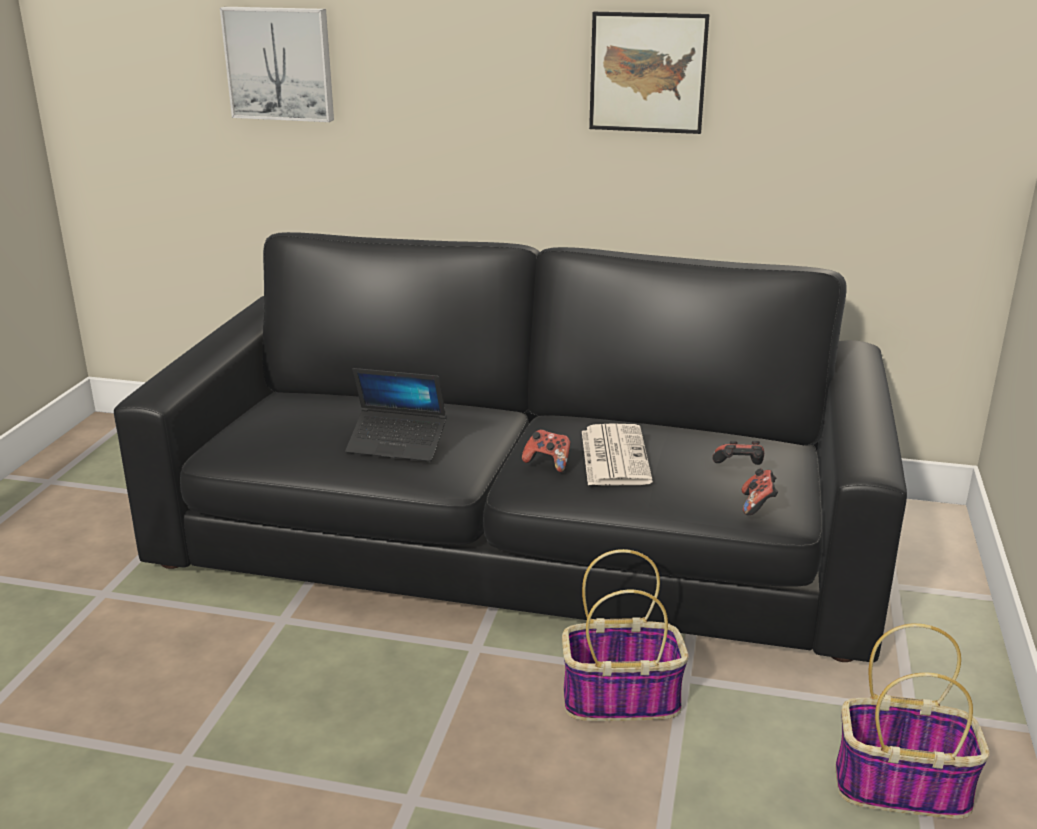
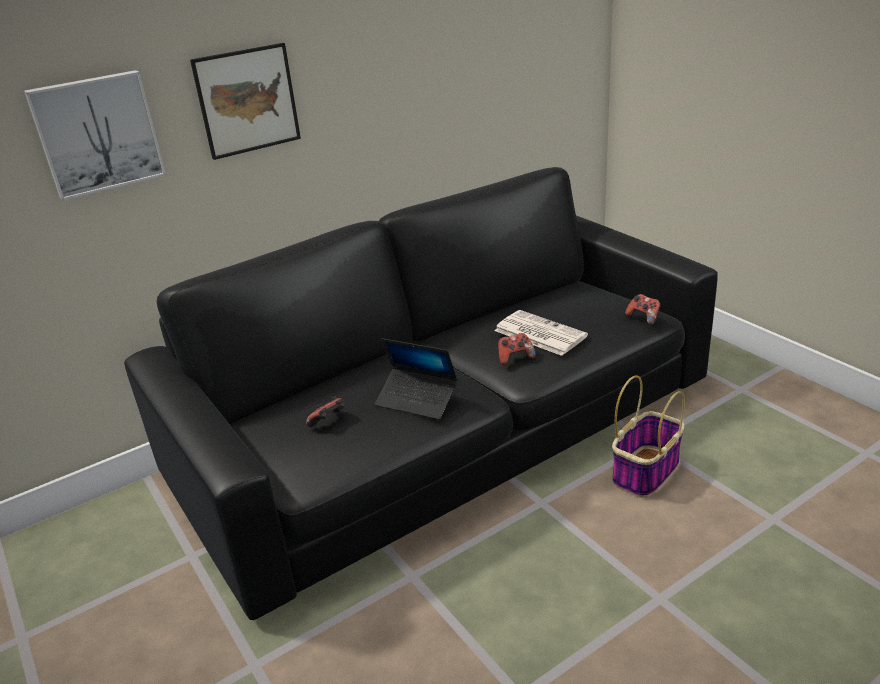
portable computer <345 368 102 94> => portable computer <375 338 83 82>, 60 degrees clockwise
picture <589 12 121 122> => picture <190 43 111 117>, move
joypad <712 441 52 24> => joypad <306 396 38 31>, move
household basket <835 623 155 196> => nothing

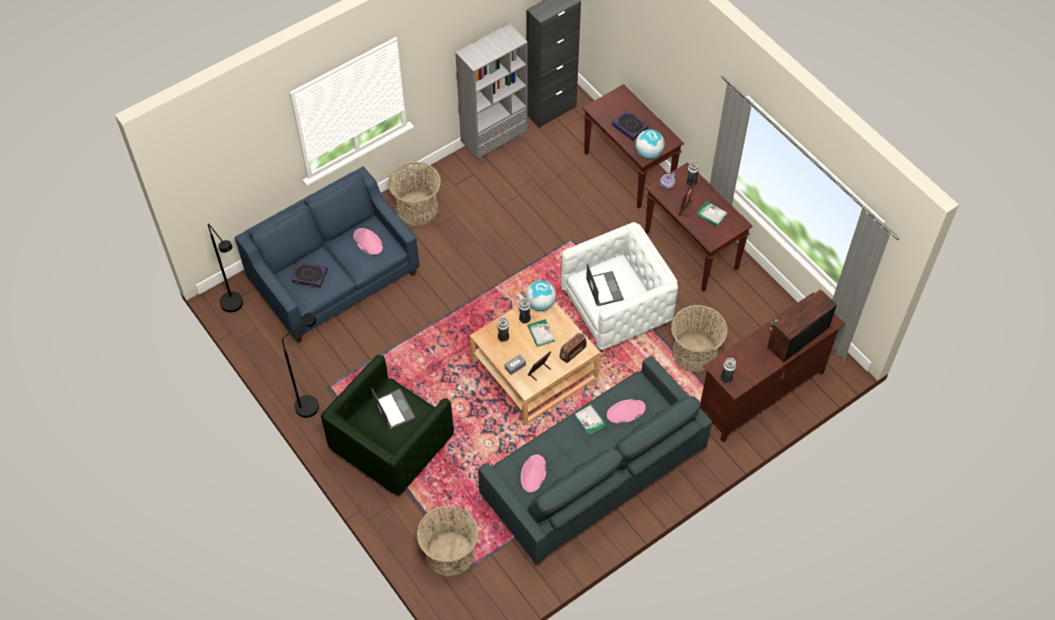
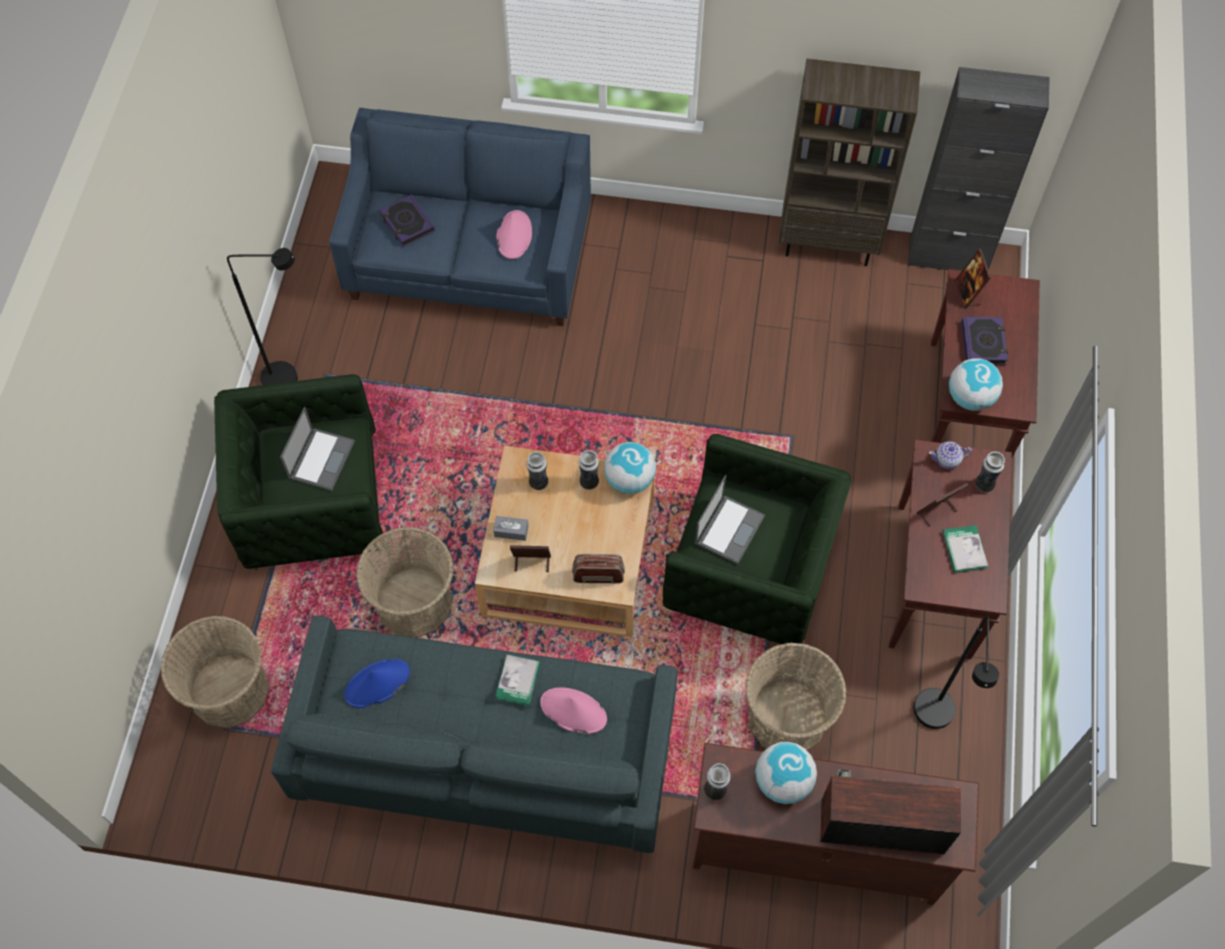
blackish standing lamp <208 224 35 89> => blackish standing lamp <913 615 86 114>, move
household basket <388 161 53 65> => household basket <356 527 98 111>, move
gray shelving unit <455 24 73 141> => brownish shelving unit <779 59 141 207>
pink-coloured clothing hat <521 455 25 37> => blue clothing hat <344 659 66 49>
volume <528 319 27 28> => nothing
white-coloured easy chair <561 222 117 131> => green easy chair <663 434 188 210>
nothing => desk globe <755 742 62 62>
nothing => picture frame <955 249 36 60>

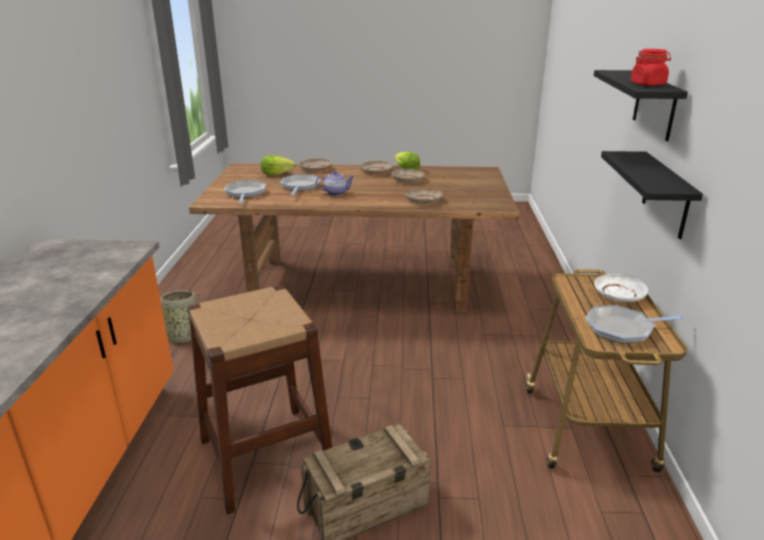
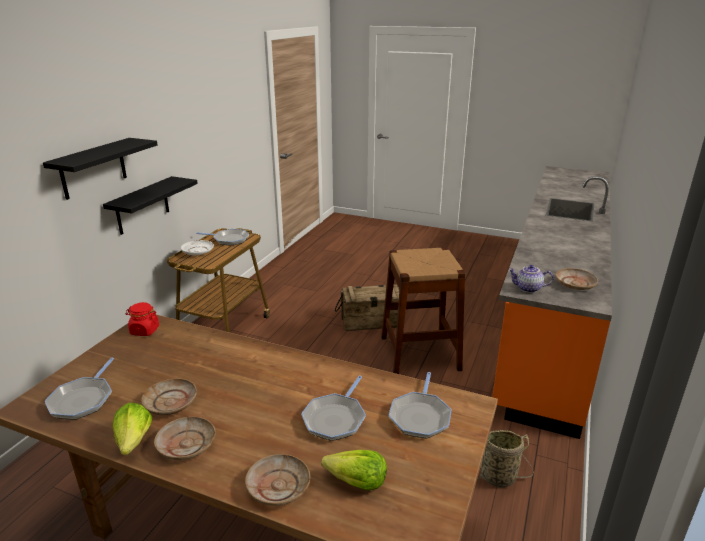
tea pot <316 171 39 25> => tea pot <508 265 45 28>, move
beige plate <406 188 37 16> => beige plate <556 268 42 22>, move
reddish jar <631 49 40 37> => reddish jar <125 302 34 34>, move
nothing => skillet <45 358 69 62>

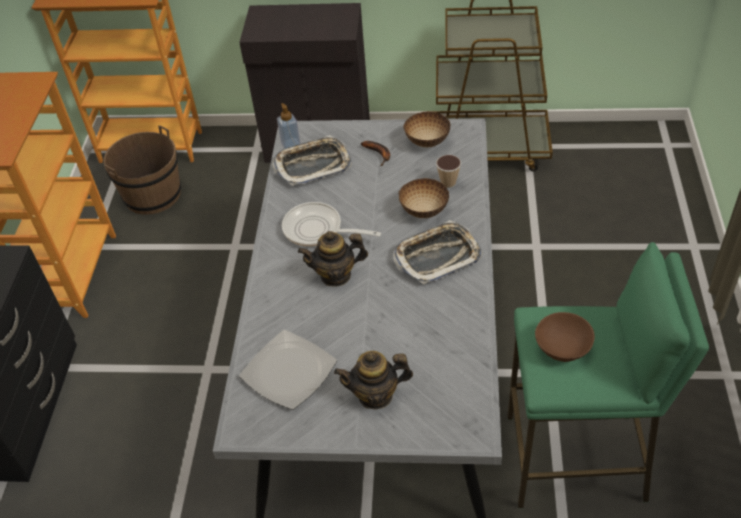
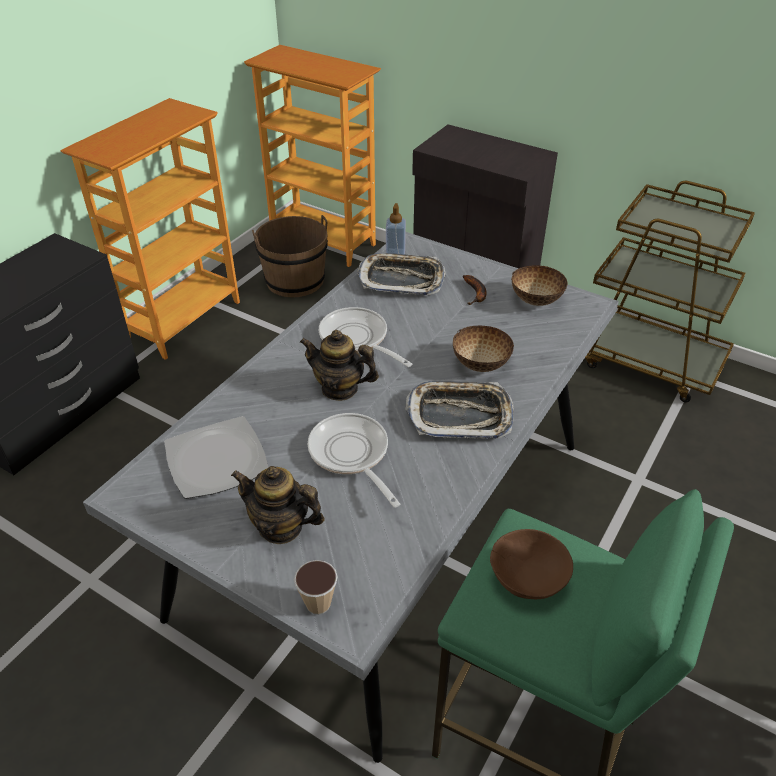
drinking cup <436 155 25 33> => drinking cup <294 560 44 55>, move
nothing => skillet <308 413 92 95>

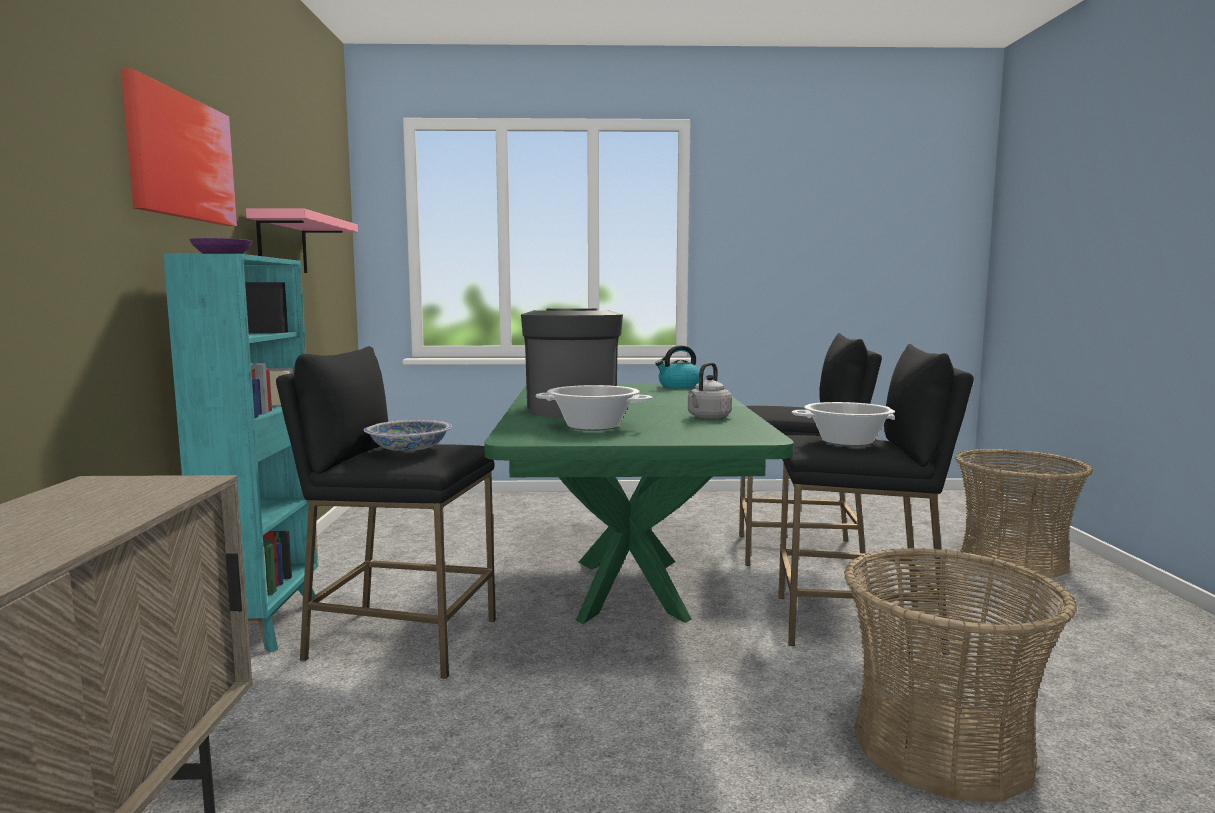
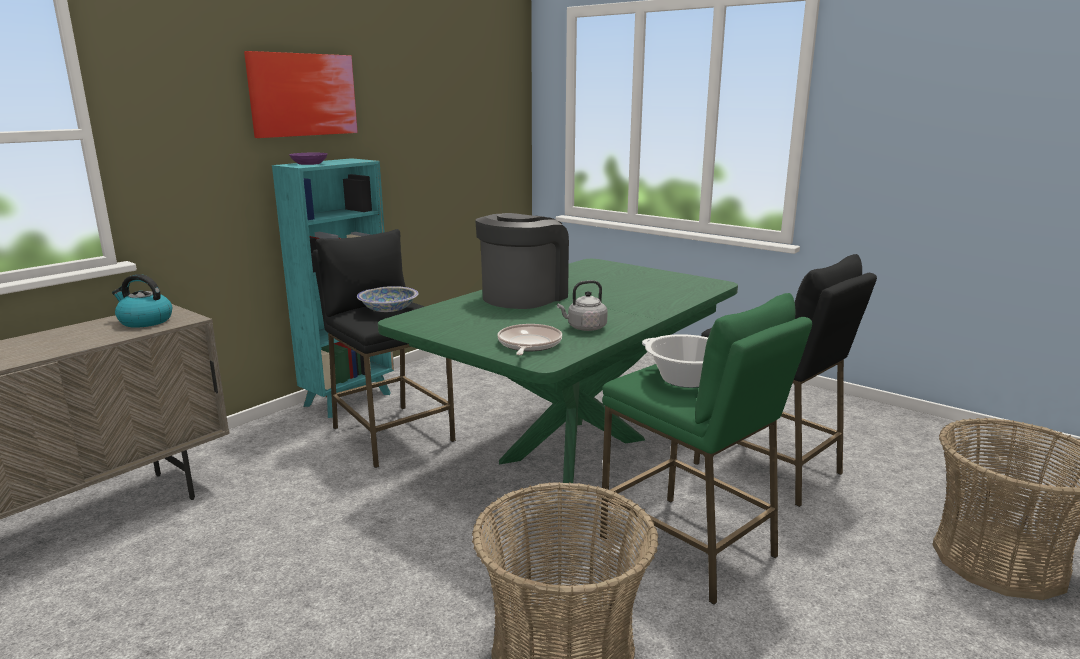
pink-coloured shelf <246 208 112 65> => nothing
cooking pot <536 385 116 46> => nothing
tea kettle <655 345 45 44> => tea kettle <112 274 60 54>, move
blackish stool seat <778 344 196 311> => green stool seat <600 293 212 311>
nothing => skillet <497 324 65 31>

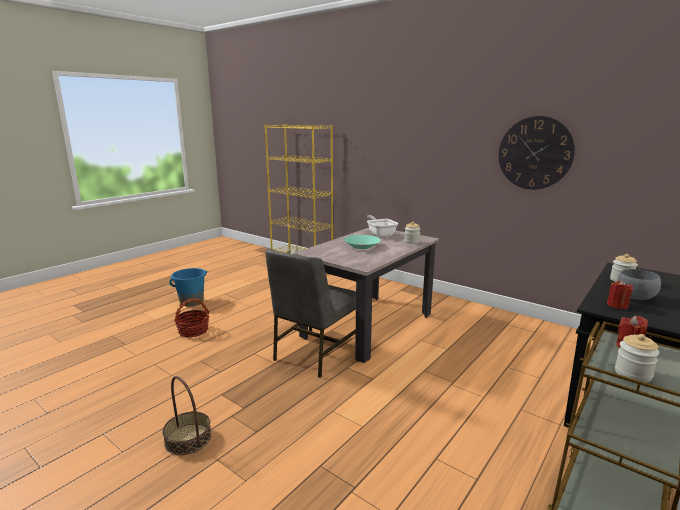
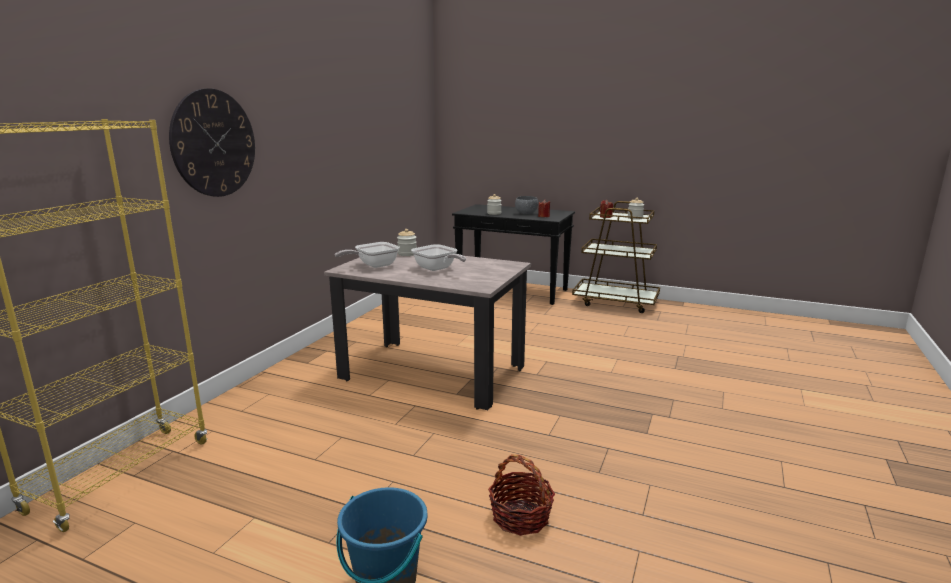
household basket <163 376 49 79> => nothing
gray upright chair <265 249 91 129> => nothing
turquoise-coloured deep dish <344 235 37 14> => skillet <411 244 55 27>
wall clock <498 116 77 74> => wall clock <169 88 86 109>, move

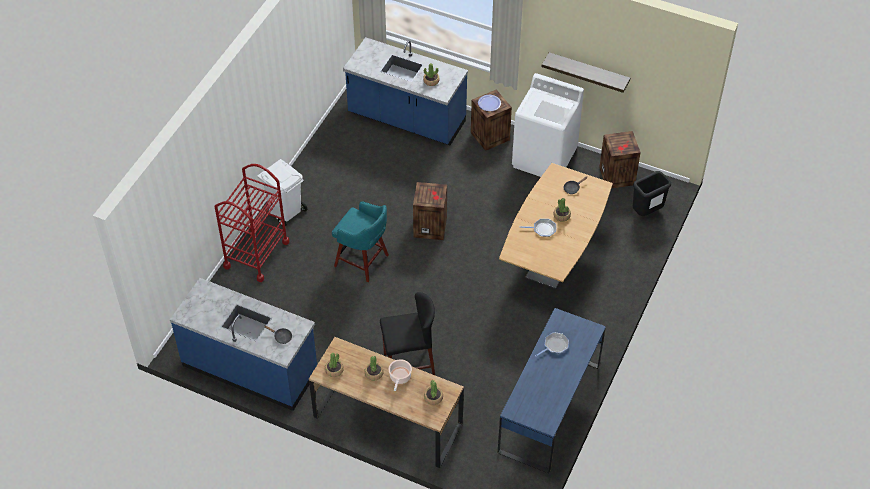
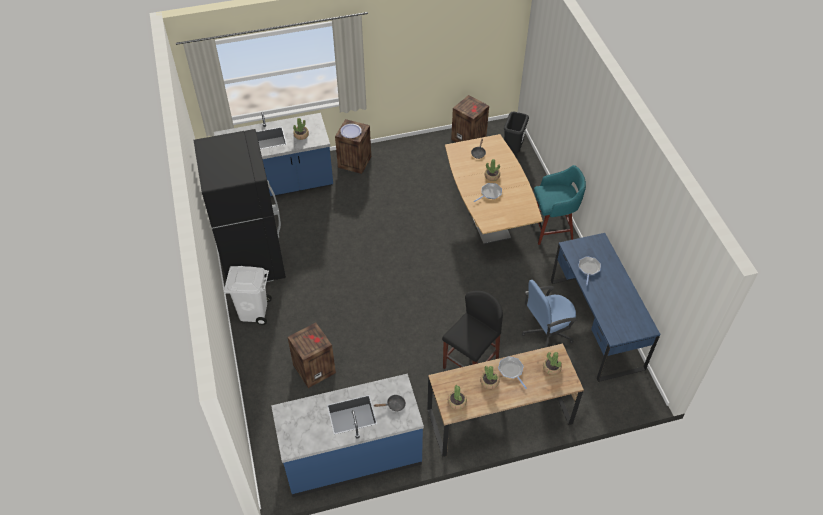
reddish trolley <215 164 74 118> => nothing
turquoise-coloured stool seat <332 201 57 81> => turquoise-coloured stool seat <534 165 52 80>, move
cooking pot <388 359 24 32> => skillet <498 356 29 33>
shipping crate <413 182 34 58> => shipping crate <288 322 48 66>, move
white-coloured laundry appliance <512 73 72 104> => nothing
shelf <542 52 88 41> => nothing
nothing => blackish refrigerator <193 129 93 153>
nothing => blue computer chair <522 280 55 67>

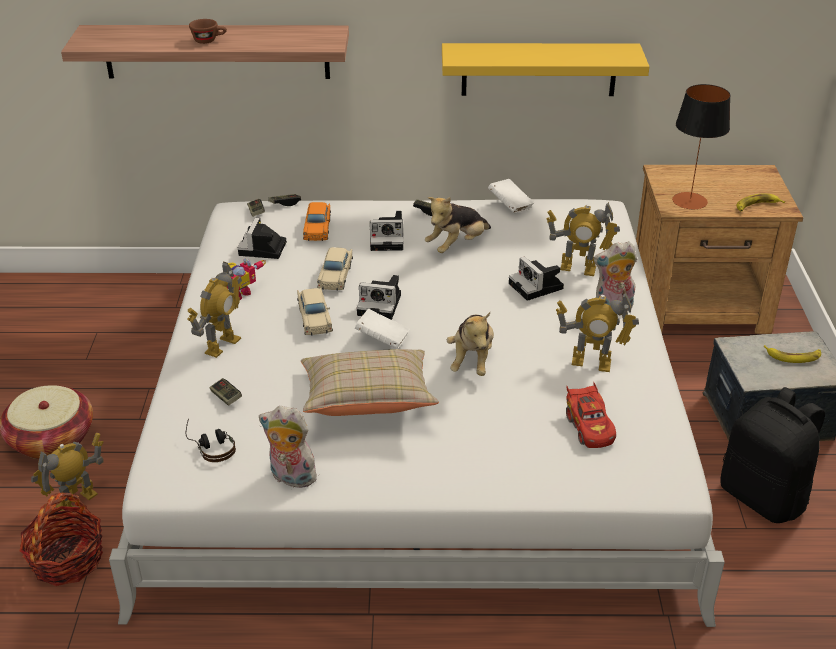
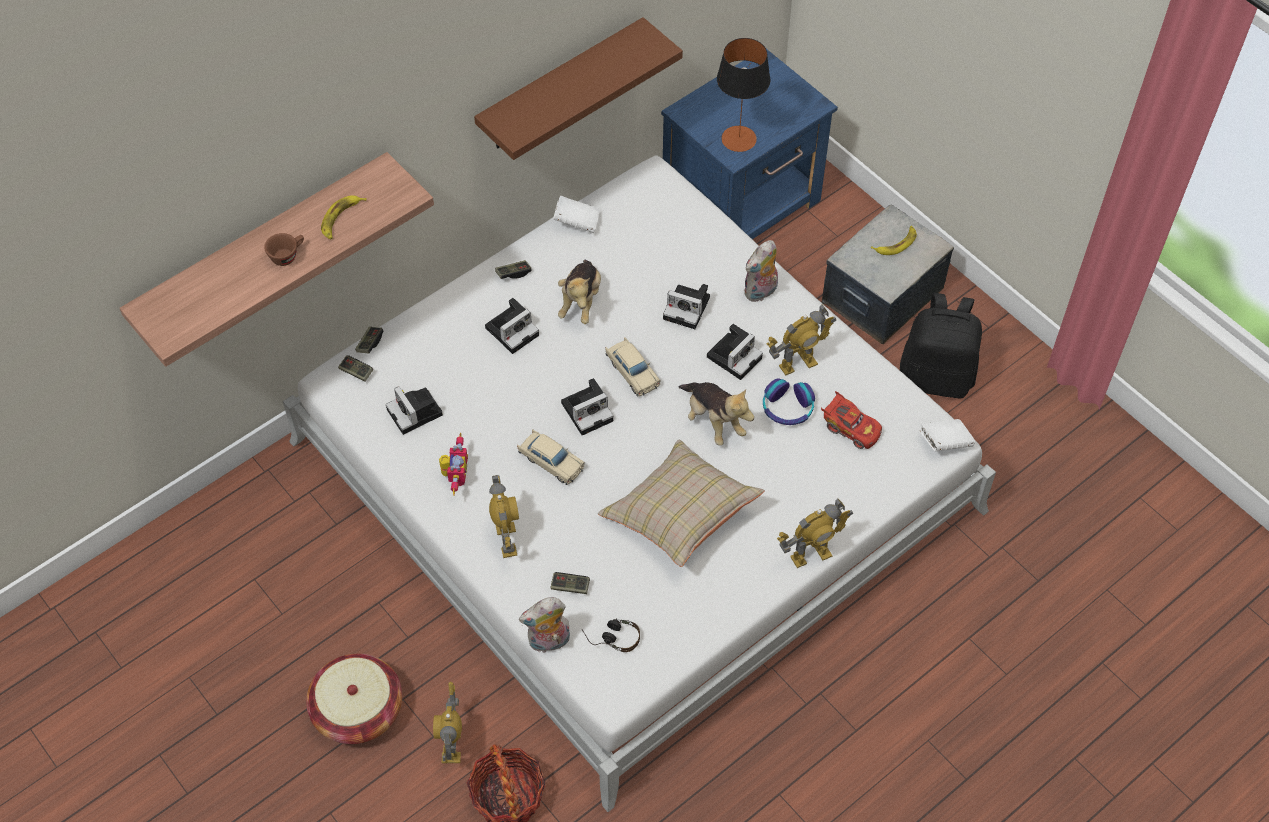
cuddly toy <259 406 60 82> => cuddly toy <519 597 51 56>, move
orange-coloured miniature car <303 202 28 39> => nothing
beige miniature car <317 247 36 44> => beige miniature car <605 337 56 60>, move
white-coloured volume <355 309 55 40> => white-coloured volume <919 419 56 32>, move
yellowish shelf <442 43 207 53> => brownish shelf <474 17 209 143>
model robot <547 202 73 74> => model robot <777 498 76 70>, move
brownish bedside table <636 165 167 169> => blue bedside table <661 49 177 190>
banana <736 194 49 17> => banana <321 195 46 45>, move
nothing => photo camera <707 324 56 56>
nothing => pair of headphones <763 378 52 47>

